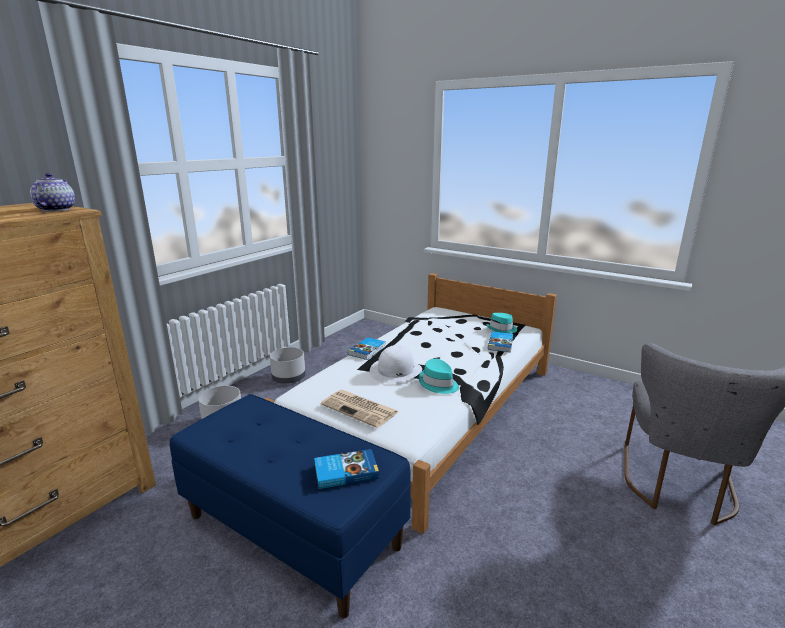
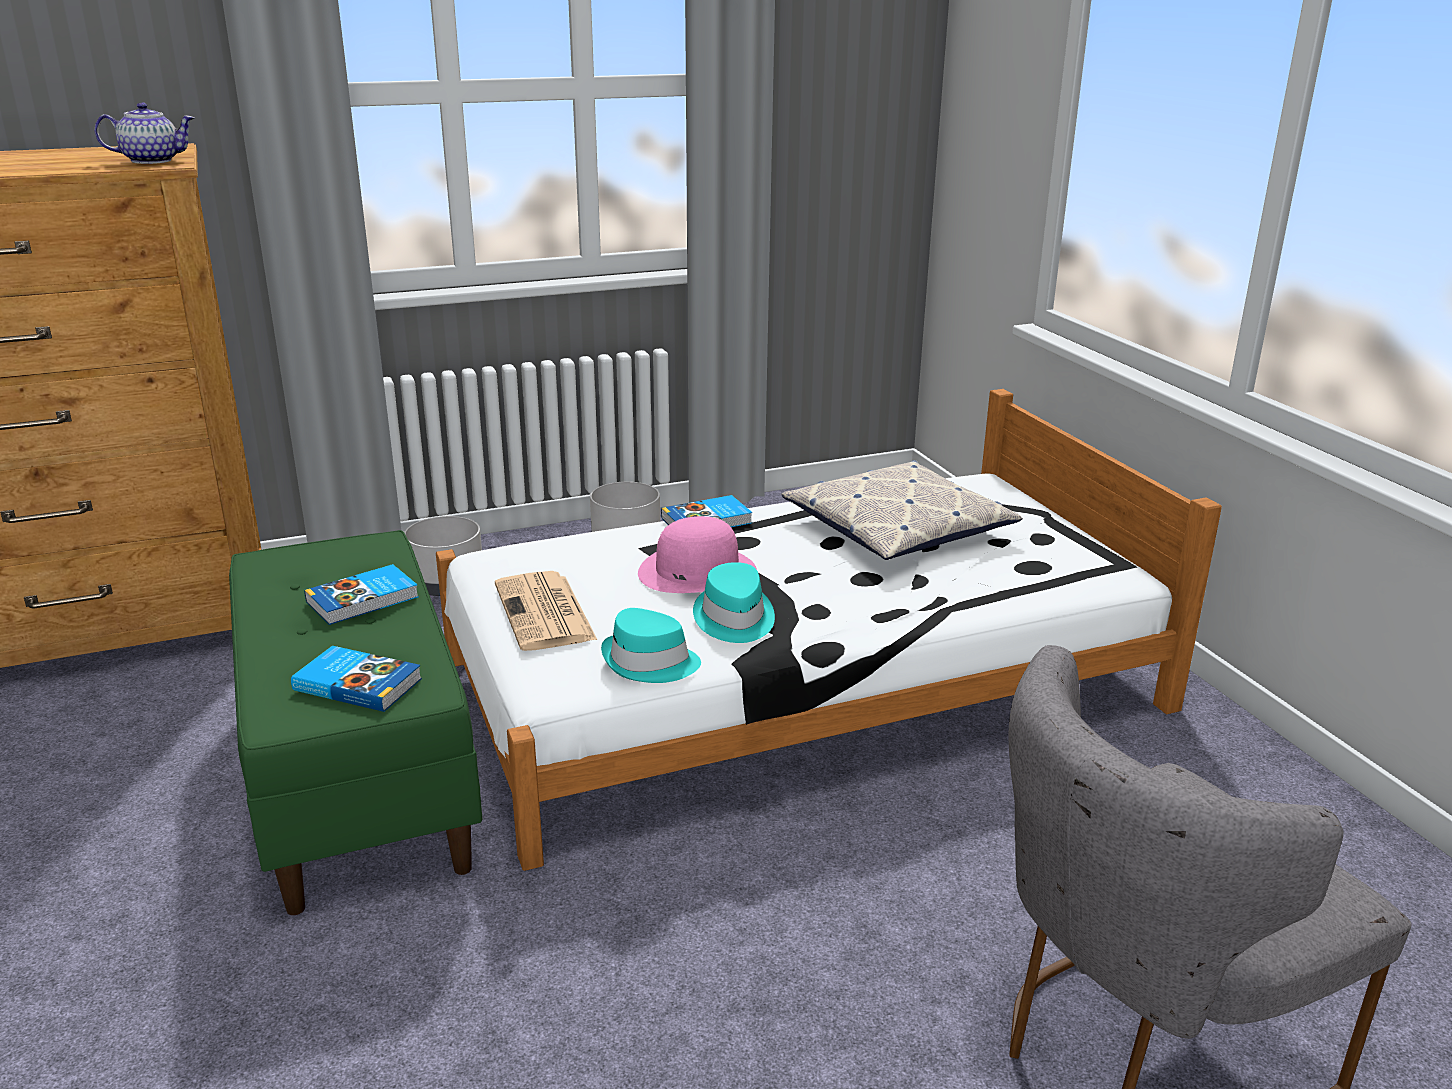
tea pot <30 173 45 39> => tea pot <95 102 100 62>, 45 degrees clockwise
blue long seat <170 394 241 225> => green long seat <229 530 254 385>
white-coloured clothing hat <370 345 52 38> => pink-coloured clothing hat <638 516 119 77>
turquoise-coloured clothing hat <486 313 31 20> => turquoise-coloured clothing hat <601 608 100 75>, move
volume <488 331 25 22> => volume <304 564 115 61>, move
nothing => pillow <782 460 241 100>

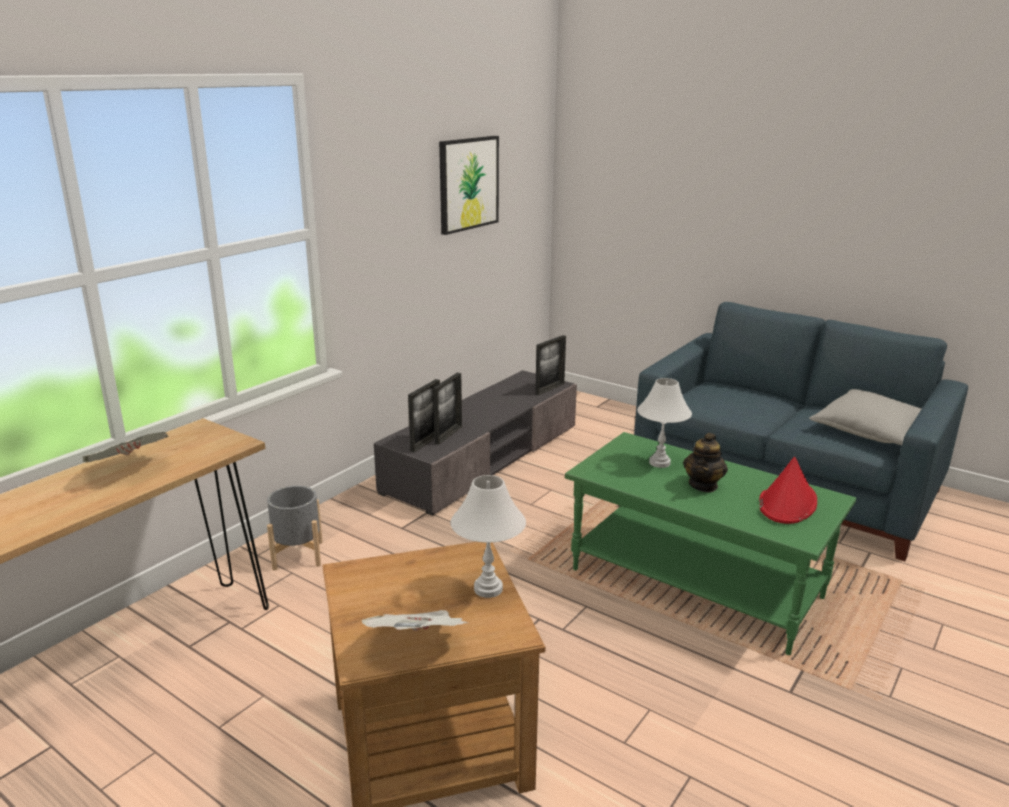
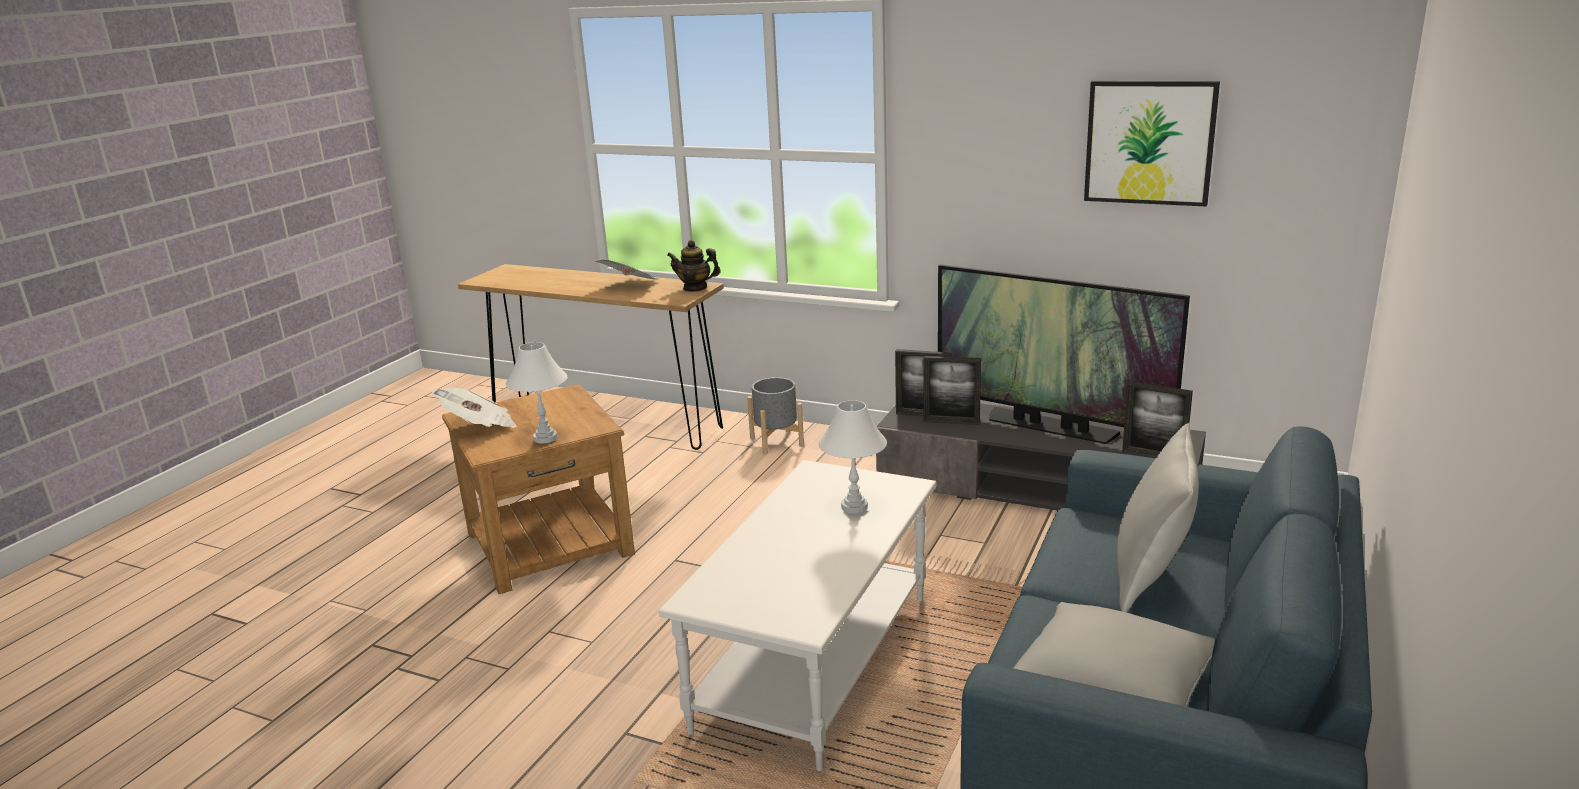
green coffee table <565 432 291 223> => white-coloured coffee table <659 460 278 311>
tea pot <683 433 45 59> => tea pot <667 240 54 52>, move
reddish clothing hat <759 457 58 67> => nothing
nothing => TV set <938 264 252 180>
nothing => gray pillow <1117 423 82 189>

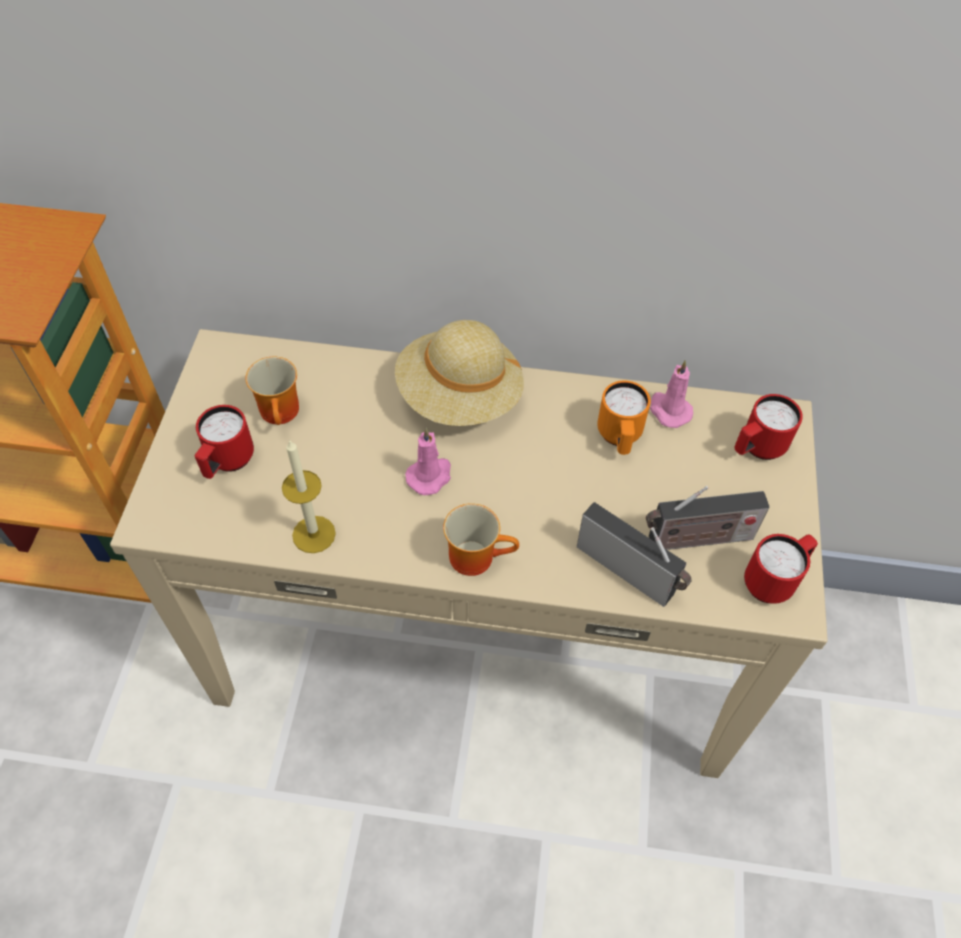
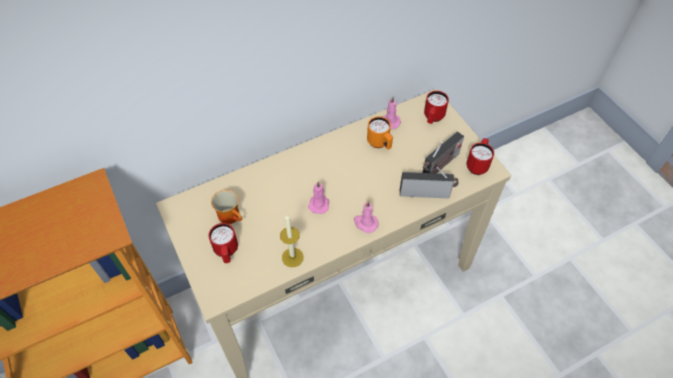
beige clothing hat <395 320 129 106> => nothing
coffee mug <443 503 76 73> => pink-coloured wax candle <354 201 25 32>

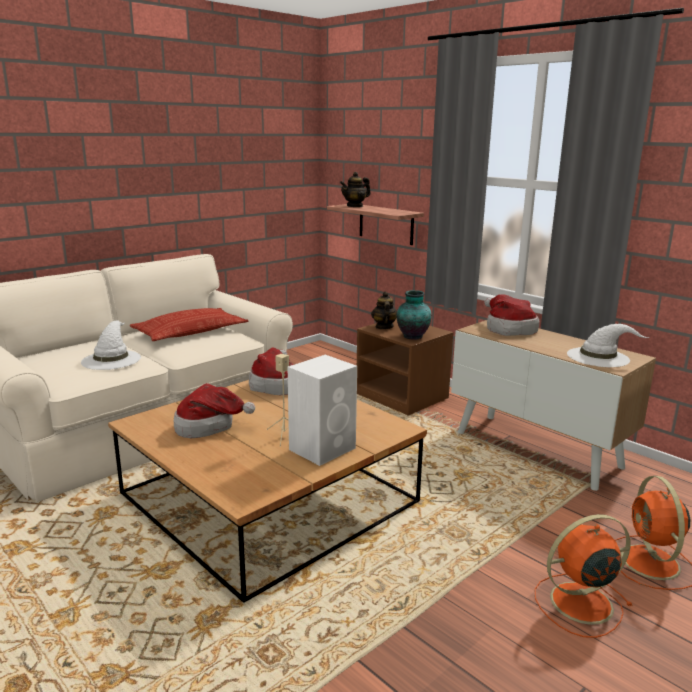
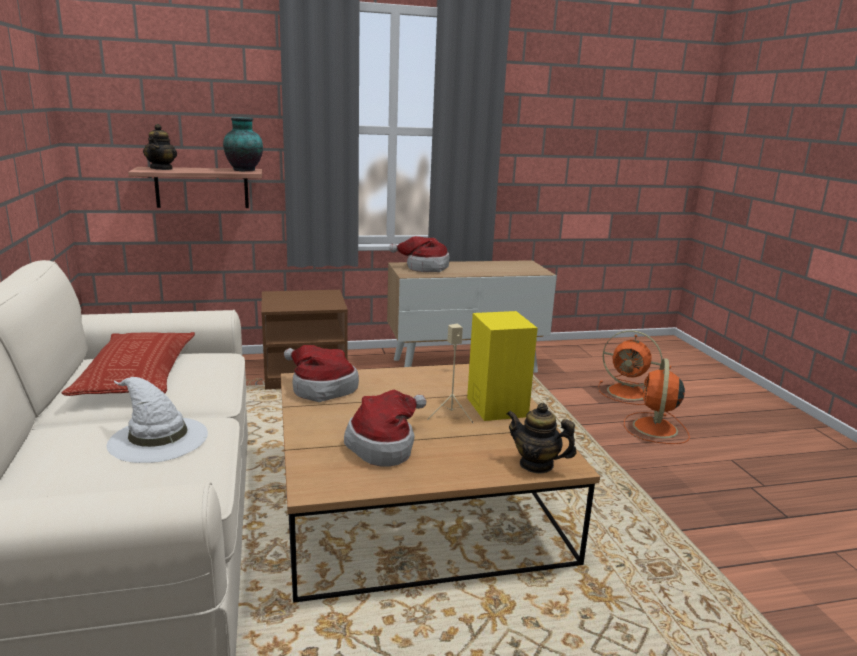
white-coloured loudspeaker <288 355 69 111> => yellowish loudspeaker <467 311 71 110>
tea pot <371 291 26 38> => tea pot <507 403 70 71>, move
vase <396 290 35 50> => vase <223 117 40 54>, move
white-coloured clothing hat <567 324 82 43> => nothing

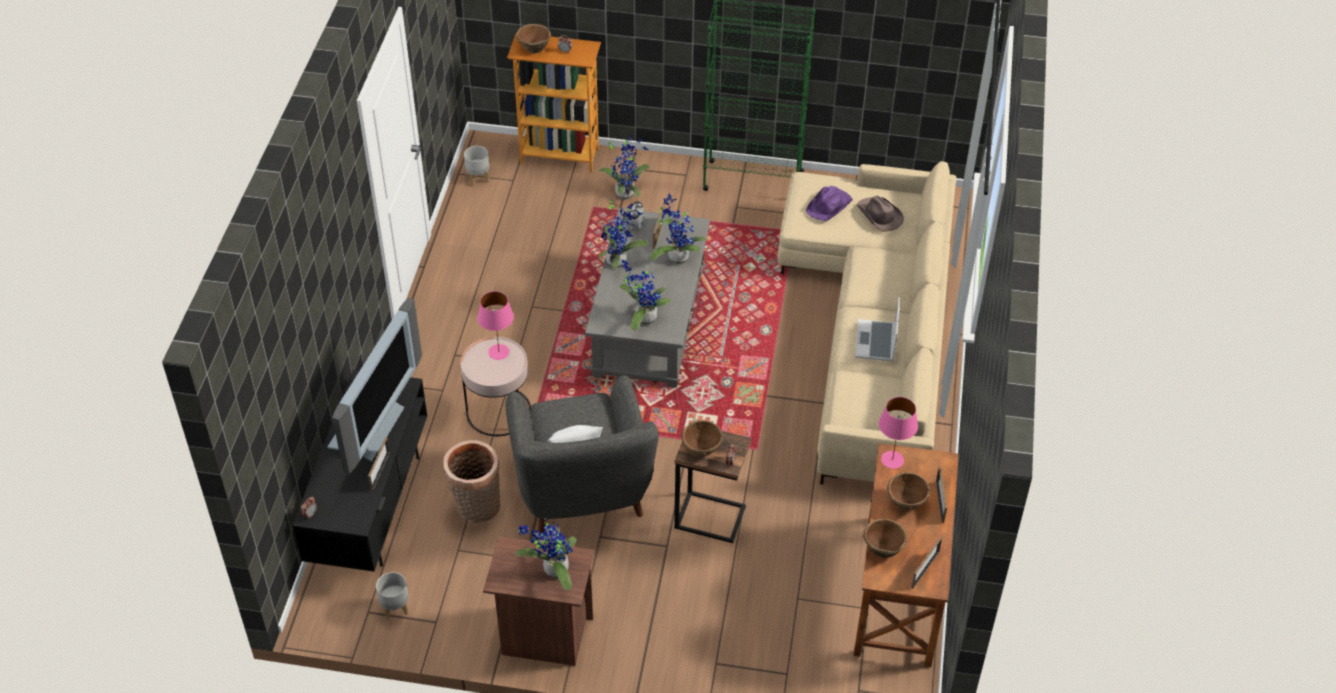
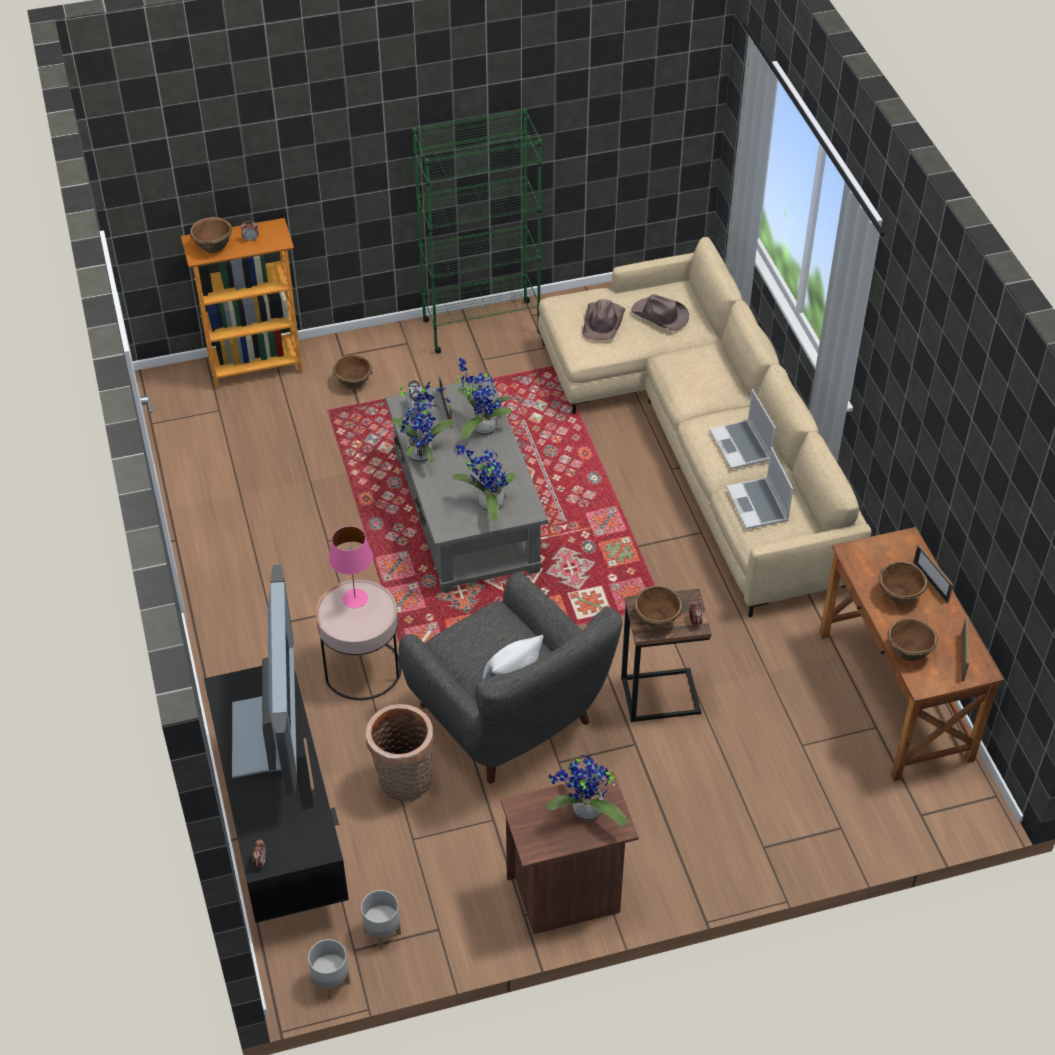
gray planter <464 146 25 40> => gray planter <308 939 42 60>, move
plant in a pot <599 135 50 65> => brownish deep dish <333 355 40 34>
purplish clothing hat <806 186 47 35> => brownish clothing hat <583 299 43 41>
pink-coloured tabletop lamp <879 397 39 72> => nothing
nothing => portable computer <726 447 67 82>

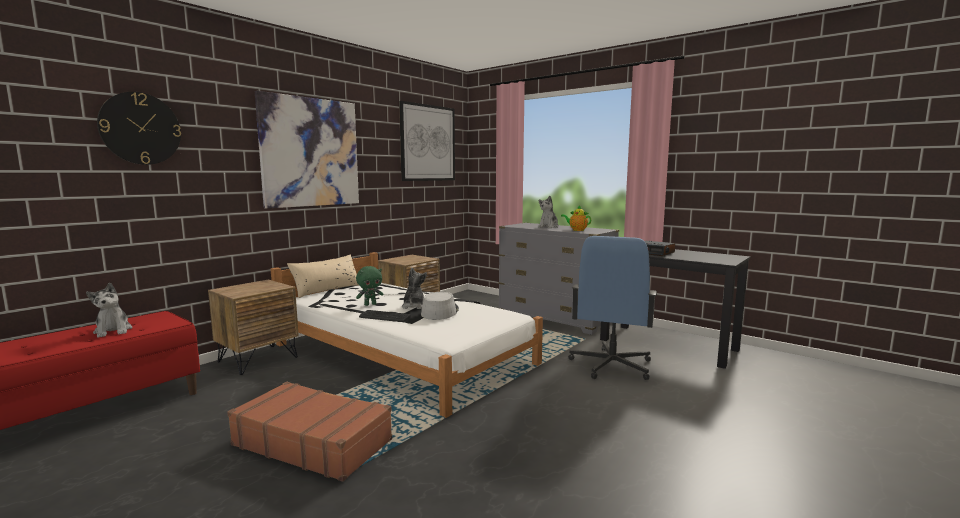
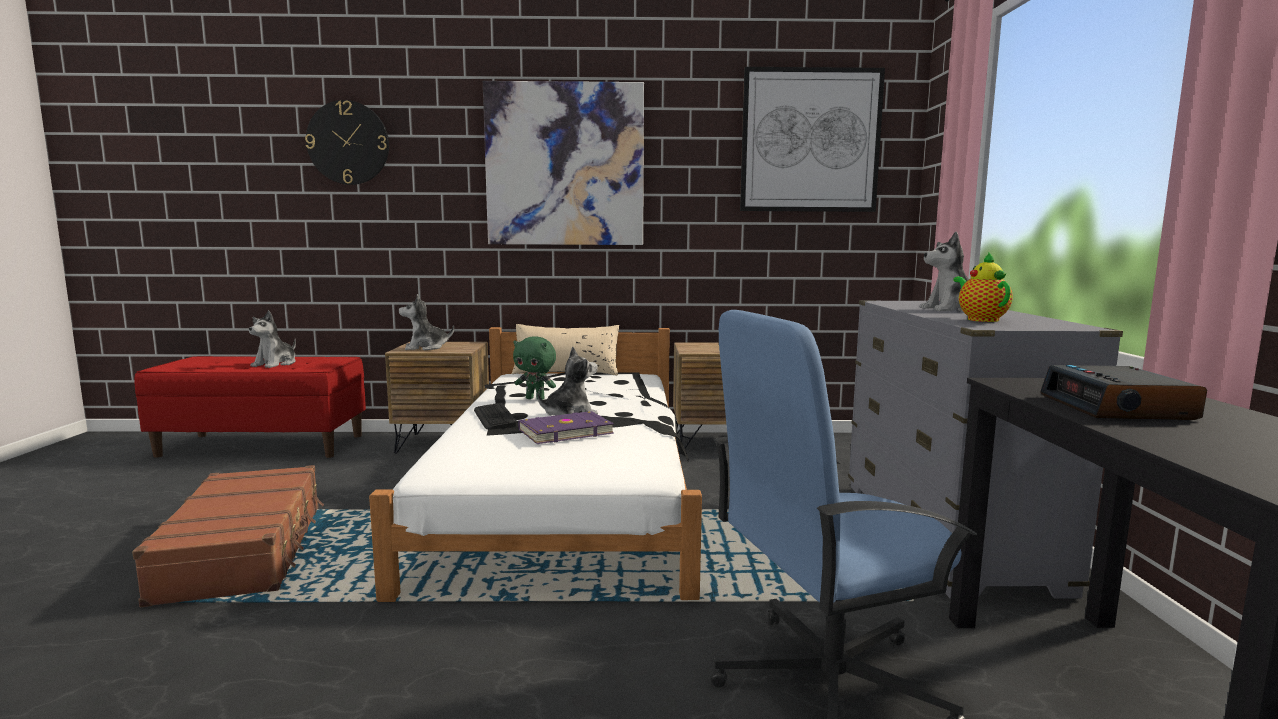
gray clothing hat <421 292 38 28> => purplish volume <518 411 96 33>
nothing => cuddly toy <399 294 55 57>

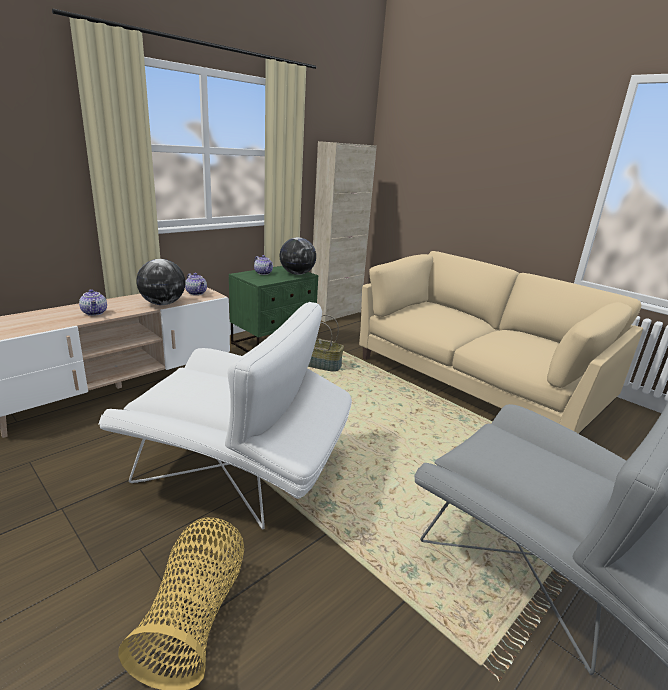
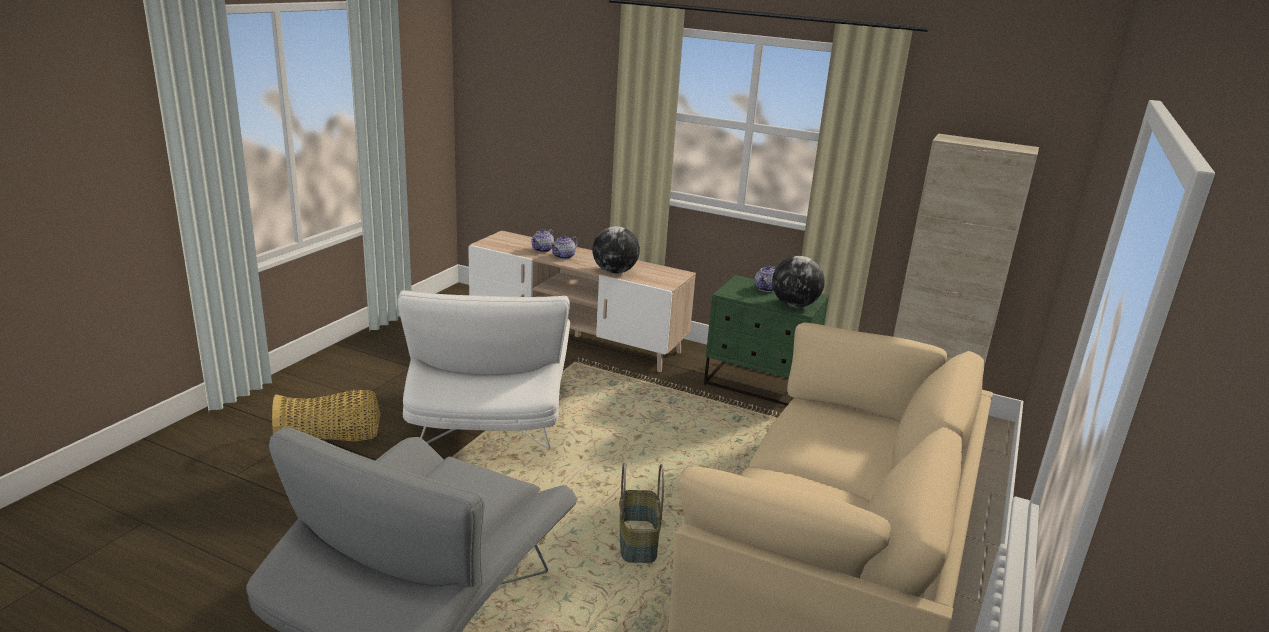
tea pot <185 273 22 22> => tea pot <531 229 23 24>, move
household basket <308 315 36 57> => household basket <619 463 45 100>, move

